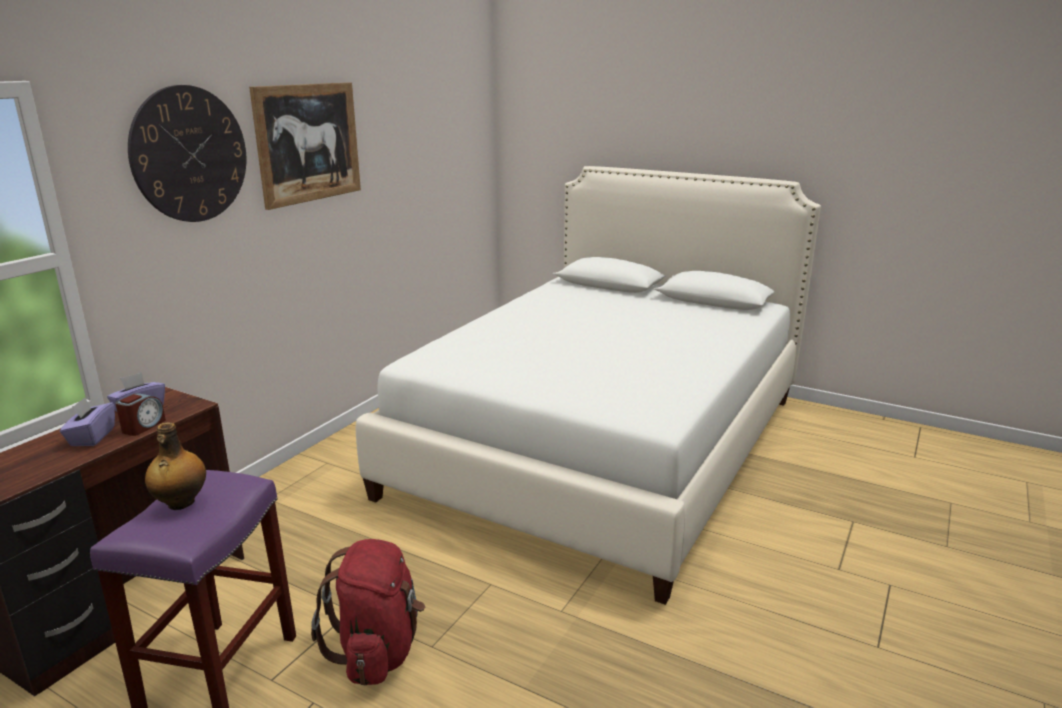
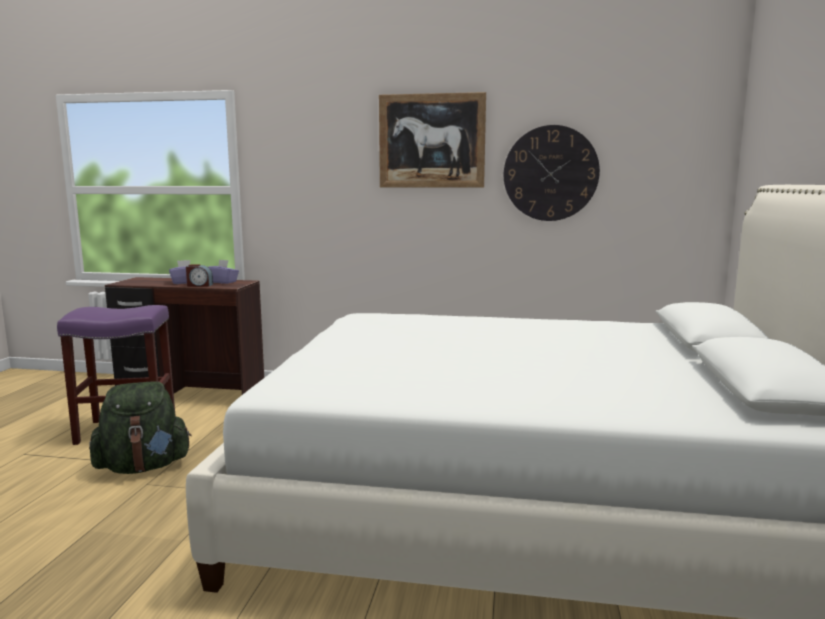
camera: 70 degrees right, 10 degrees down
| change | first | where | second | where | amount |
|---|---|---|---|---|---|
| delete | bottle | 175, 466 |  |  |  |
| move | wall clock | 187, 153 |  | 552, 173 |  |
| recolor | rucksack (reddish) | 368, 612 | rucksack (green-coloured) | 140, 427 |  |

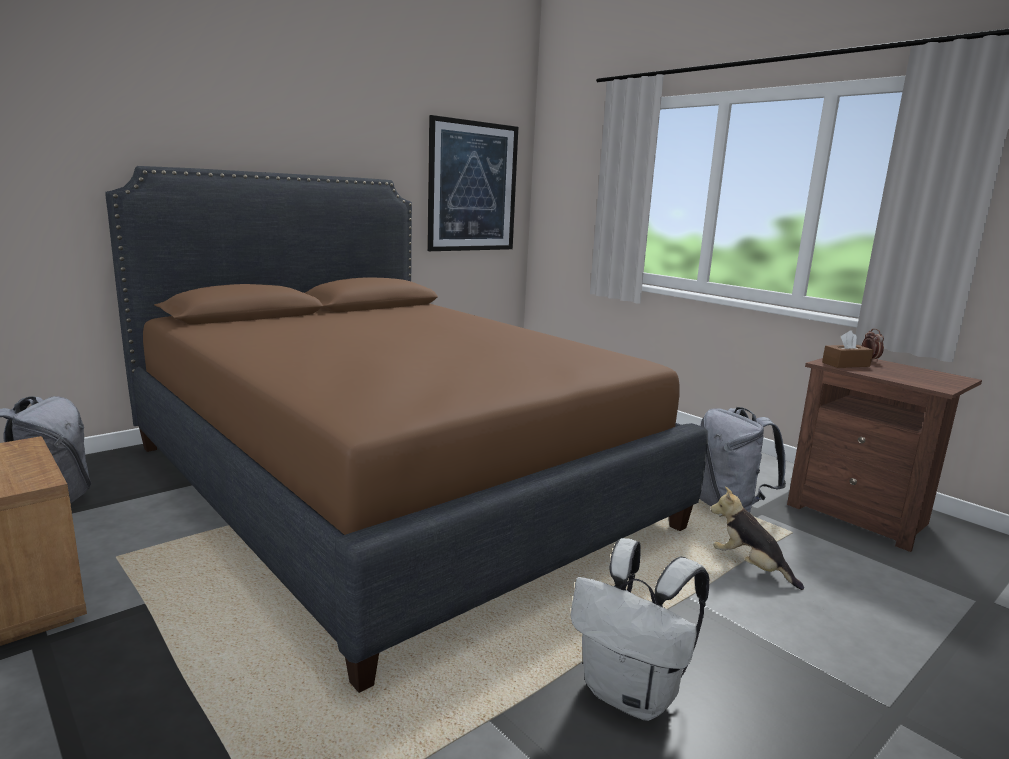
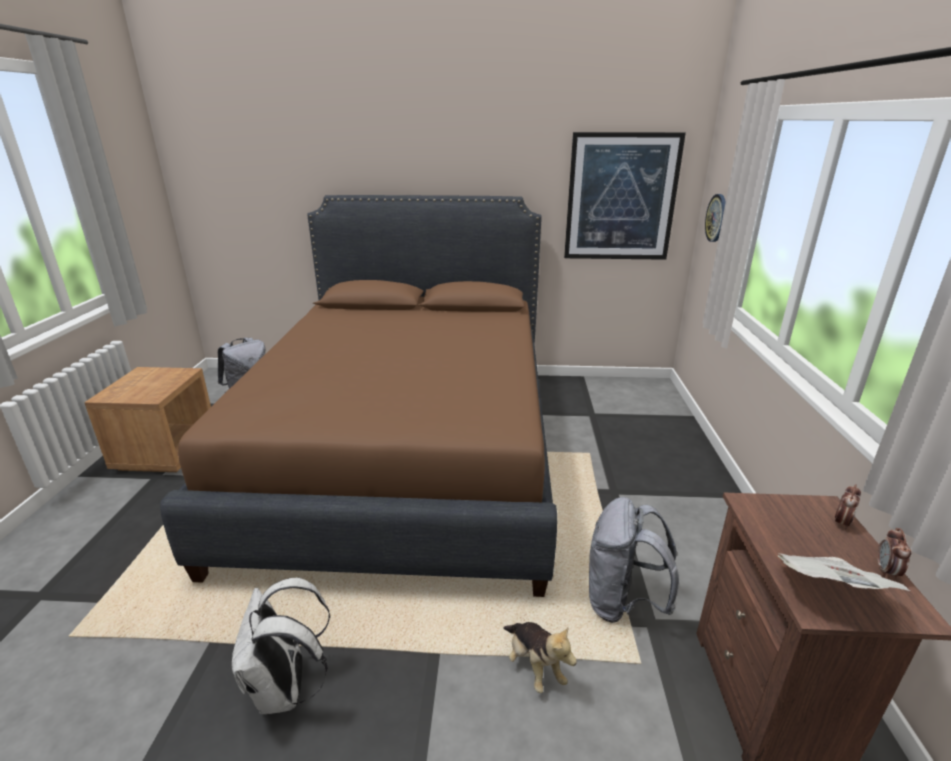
camera: 45 degrees right, 10 degrees up
| change | first | where | second | where | amount |
|---|---|---|---|---|---|
| delete | box of tissues (brown) | 847, 349 |  |  |  |
| insert |  |  | wall clock | 715, 218 |  |
| insert |  |  | newspaper | 844, 572 |  |
| insert |  |  | table clock | 894, 553 |  |
| rotate | soft toy | 757, 538 |  | 540, 657 | 150 degrees clockwise |

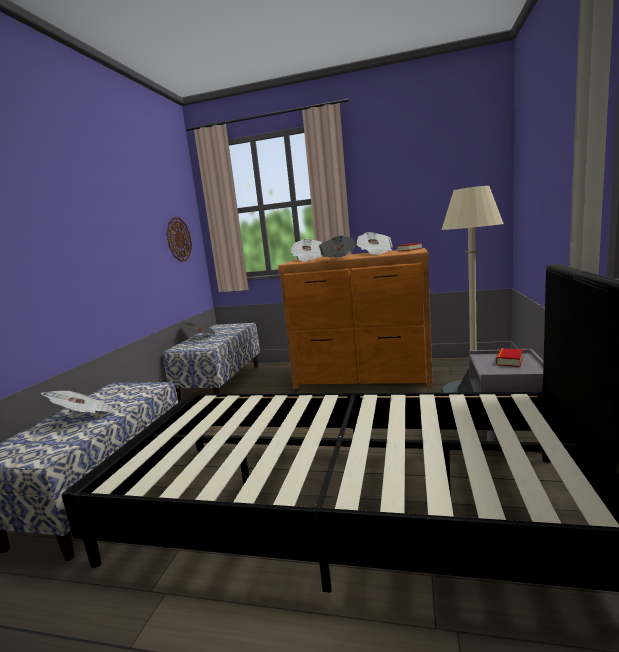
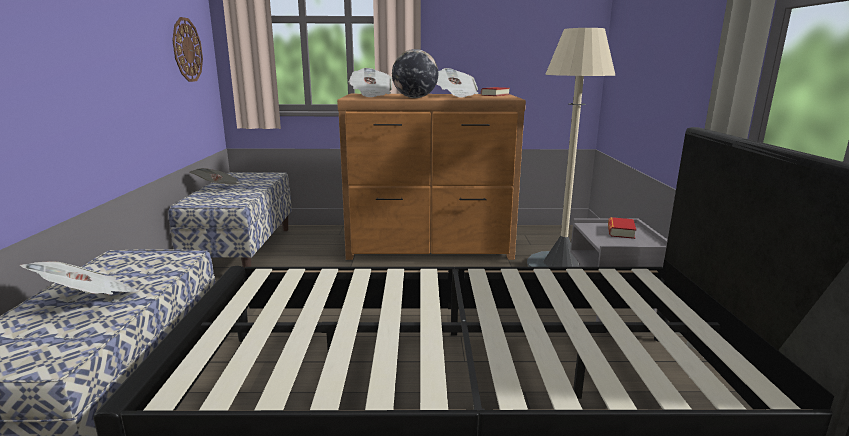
camera: 15 degrees left, 5 degrees up
| change | first | where | second | where | amount |
|---|---|---|---|---|---|
| replace | newspaper | 338, 247 | desk globe | 415, 73 |  |

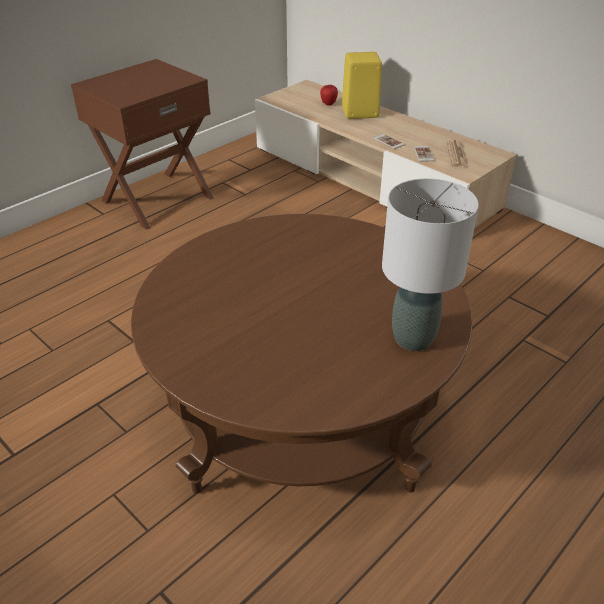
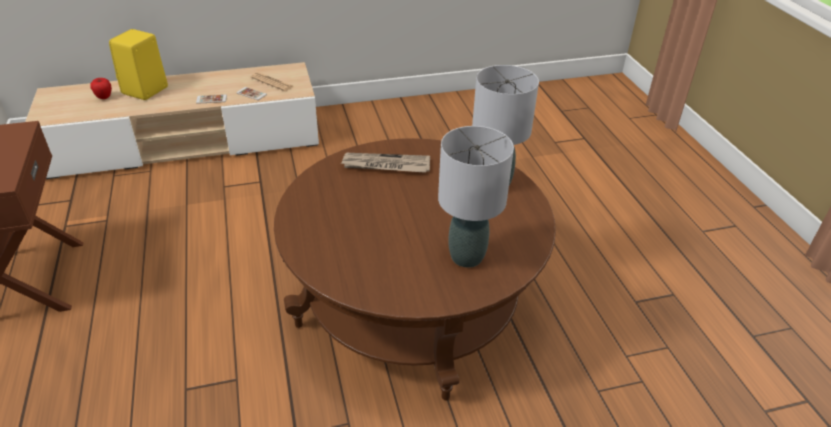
camera: 60 degrees left, 0 degrees up
| change | first | where | second | where | amount |
|---|---|---|---|---|---|
| insert |  |  | newspaper | 385, 163 |  |
| insert |  |  | lamp for a table (grey) | 476, 197 |  |

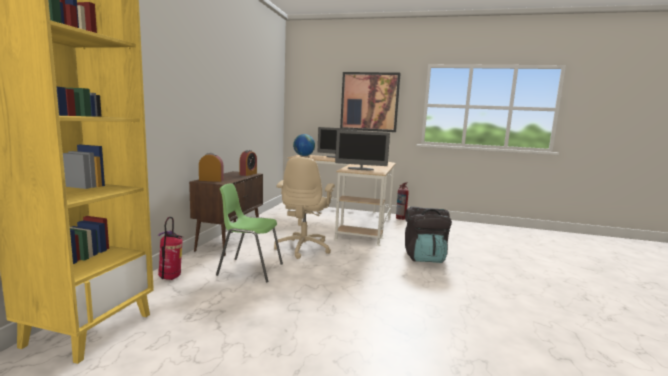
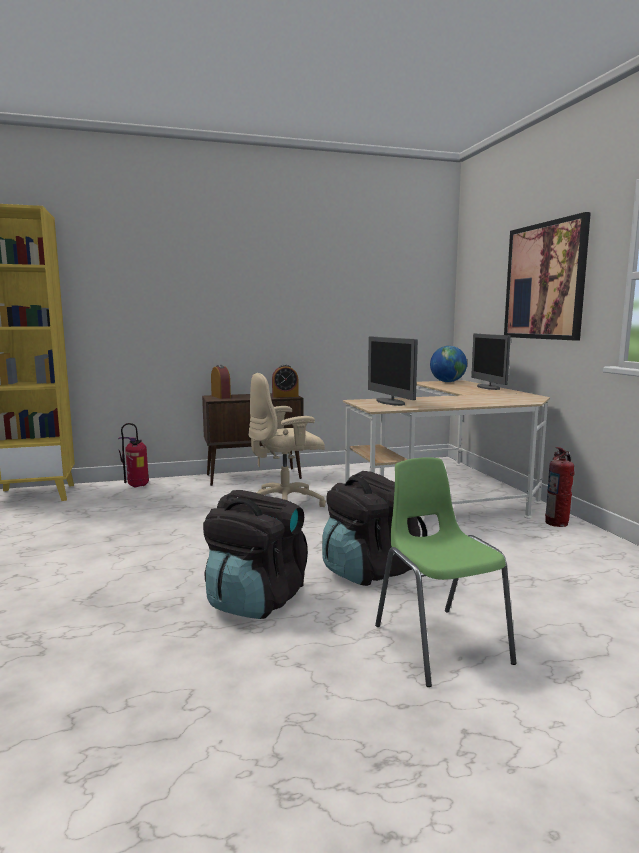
camera: 60 degrees right, 0 degrees up
| change | first | where | second | where | amount |
|---|---|---|---|---|---|
| insert |  |  | rucksack (black-coloured) | 255, 554 |  |
| move | upright chair (green-coloured) | 249, 233 |  | 446, 572 |  |

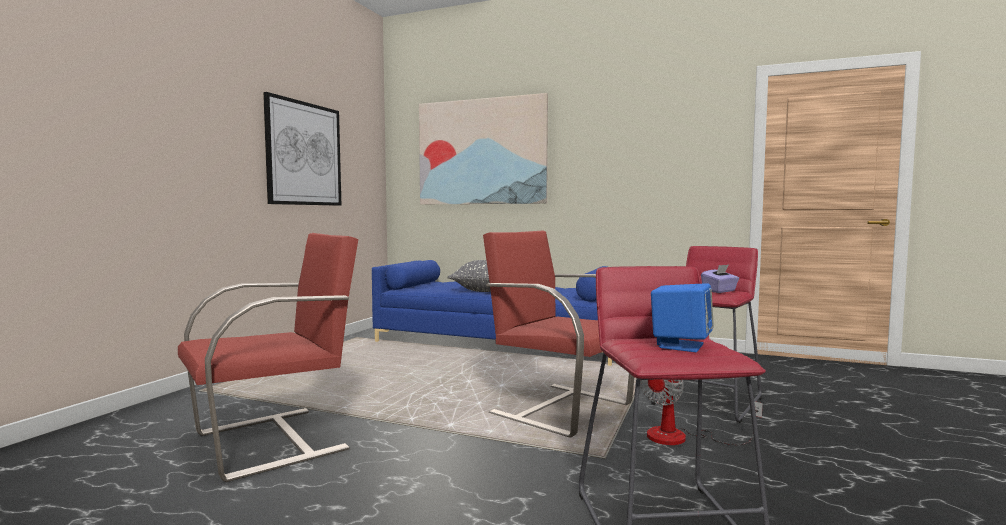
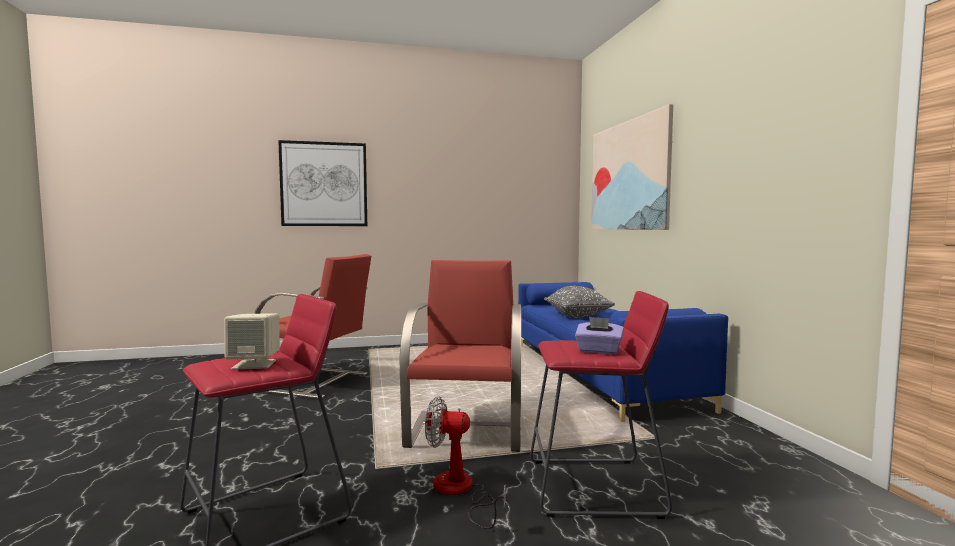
camera: 55 degrees right, 0 degrees up
| change | first | where | second | where | amount |
|---|---|---|---|---|---|
| move | wall art | 302, 149 |  | 322, 183 |  |
| recolor | speaker (bluish) | 682, 318 | speaker (sand-coloured) | 252, 341 |  |

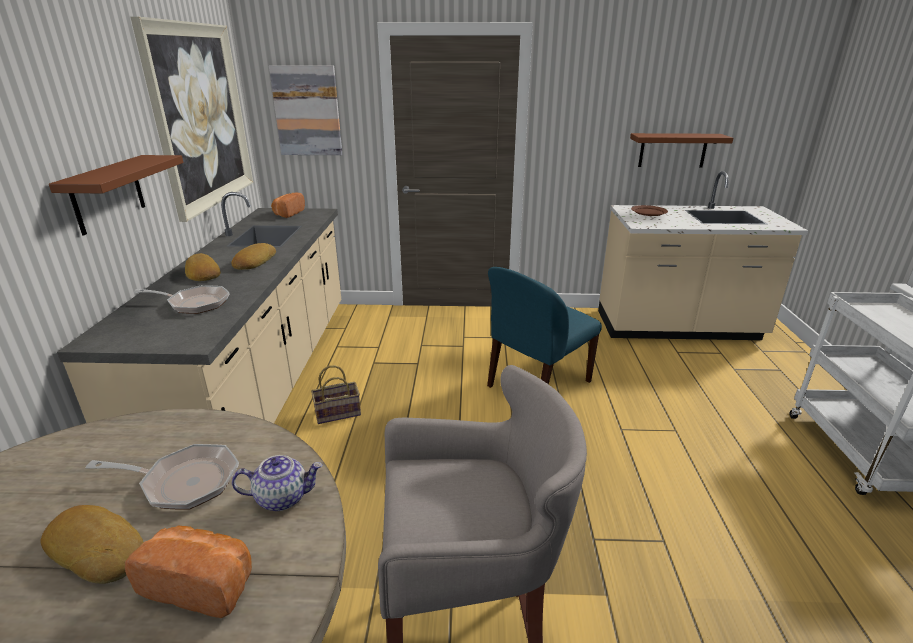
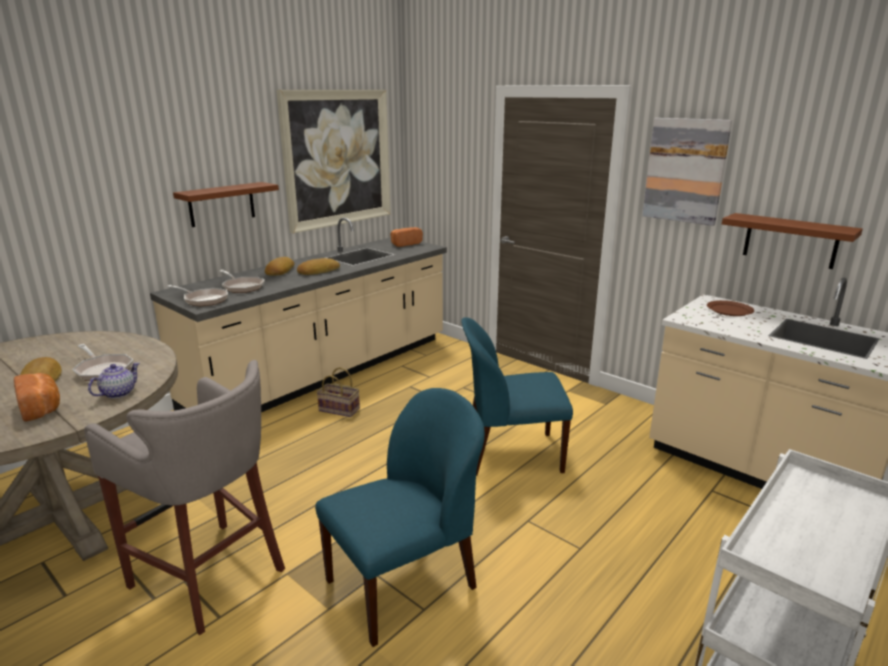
camera: 40 degrees right, 5 degrees down
| change | first | where | second | where | amount |
|---|---|---|---|---|---|
| insert |  |  | frying pan | 197, 295 |  |
| insert |  |  | upright chair (bluish) | 400, 517 |  |
| move | wall art | 305, 110 |  | 687, 172 |  |
| rotate | tea pot | 277, 483 |  | 114, 380 | 90 degrees counterclockwise |

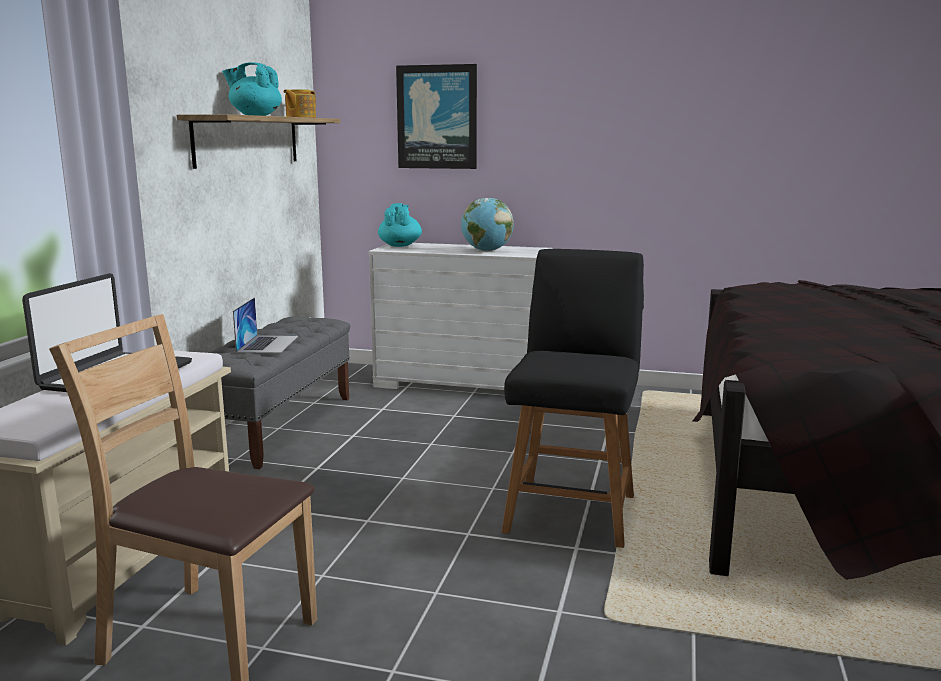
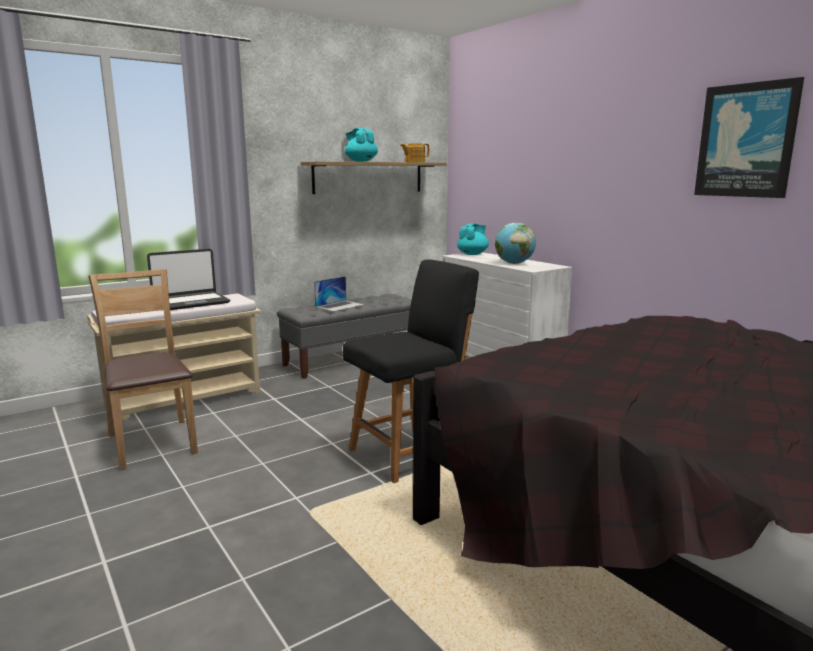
camera: 40 degrees right, 0 degrees up
| change | first | where | second | where | amount |
|---|---|---|---|---|---|
| move | wall art | 436, 116 |  | 749, 137 |  |

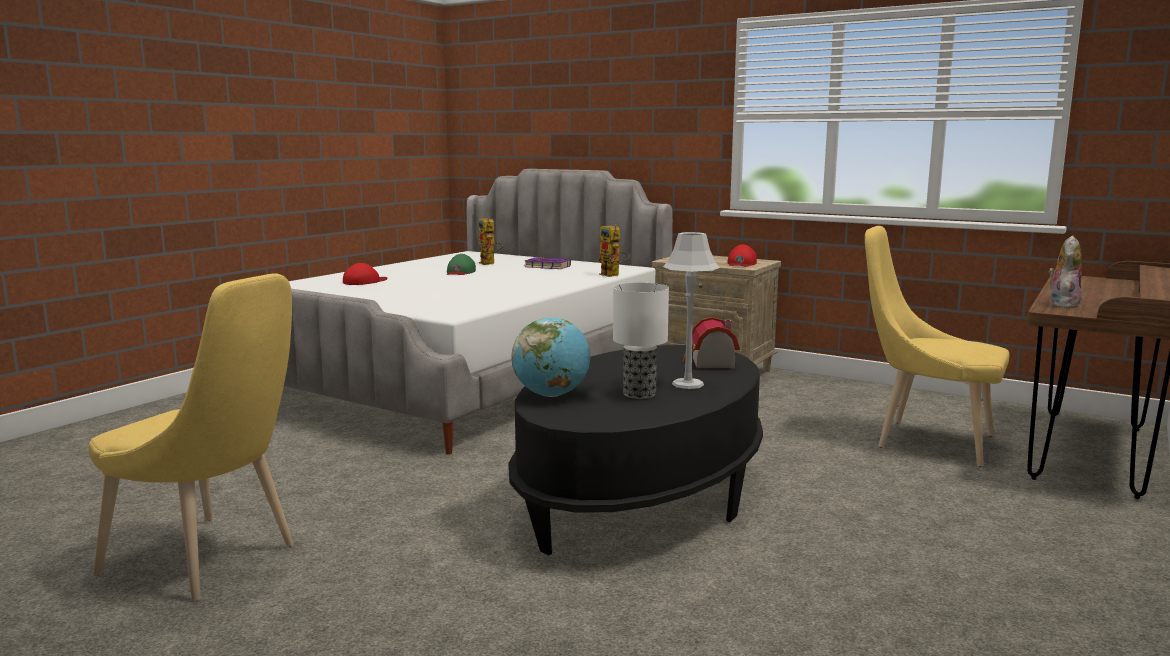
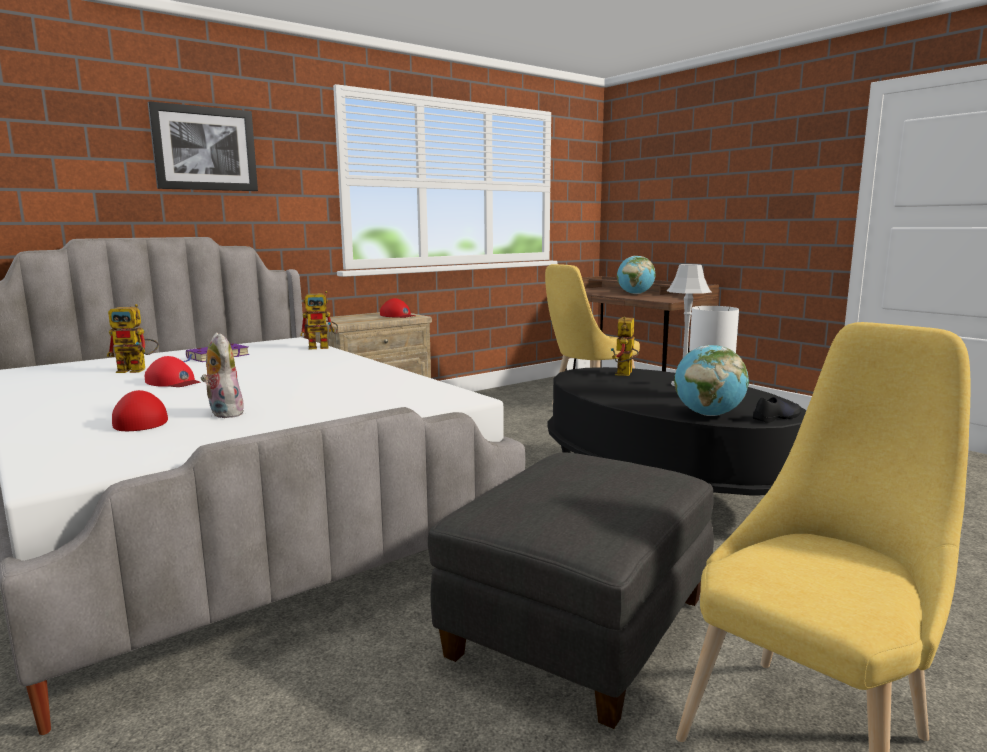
camera: 70 degrees left, 0 degrees up
| change | first | where | second | where | amount |
|---|---|---|---|---|---|
| insert |  |  | wall art | 203, 146 |  |
| insert |  |  | pouffe (grey) | 571, 590 |  |
| insert |  |  | desk globe | 636, 275 |  |
| insert |  |  | low shoe (black-coloured) | 777, 410 |  |
| move | soft toy | 1065, 272 |  | 222, 375 |  |
| replace | toy house | 711, 342 | toy robot | 625, 346 |  |
| recolor | baseball cap (green-coloured) | 461, 264 | baseball cap (reddish) | 173, 371 |  |

